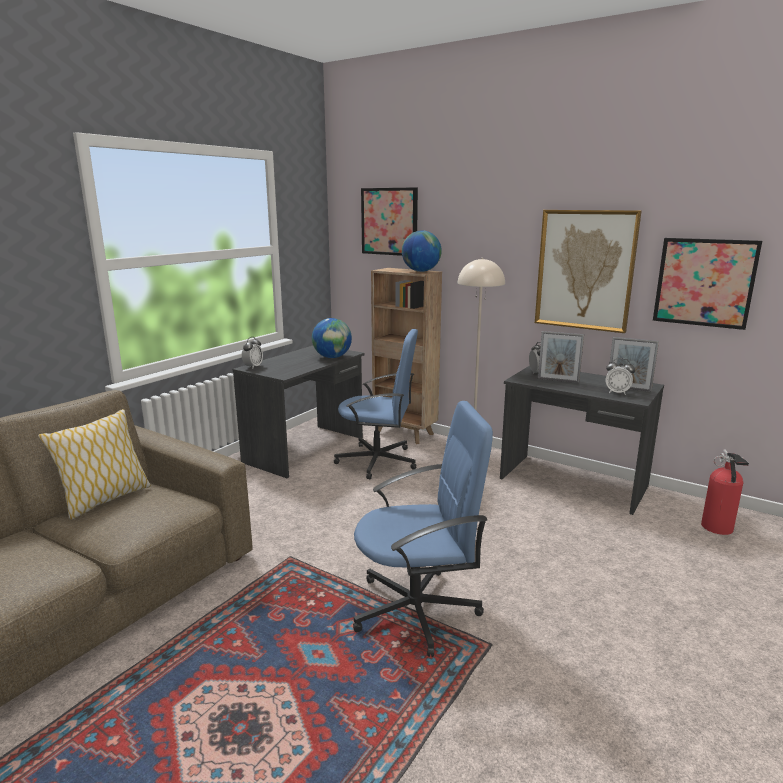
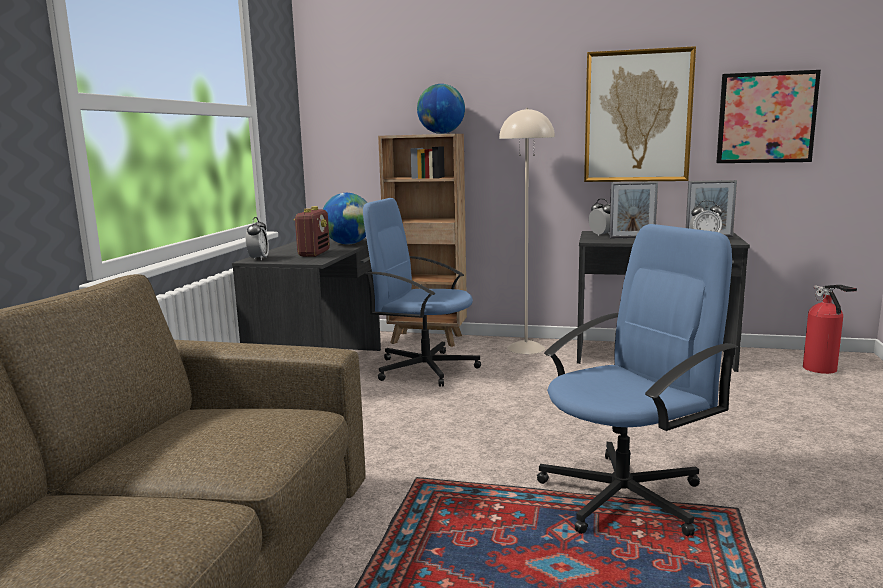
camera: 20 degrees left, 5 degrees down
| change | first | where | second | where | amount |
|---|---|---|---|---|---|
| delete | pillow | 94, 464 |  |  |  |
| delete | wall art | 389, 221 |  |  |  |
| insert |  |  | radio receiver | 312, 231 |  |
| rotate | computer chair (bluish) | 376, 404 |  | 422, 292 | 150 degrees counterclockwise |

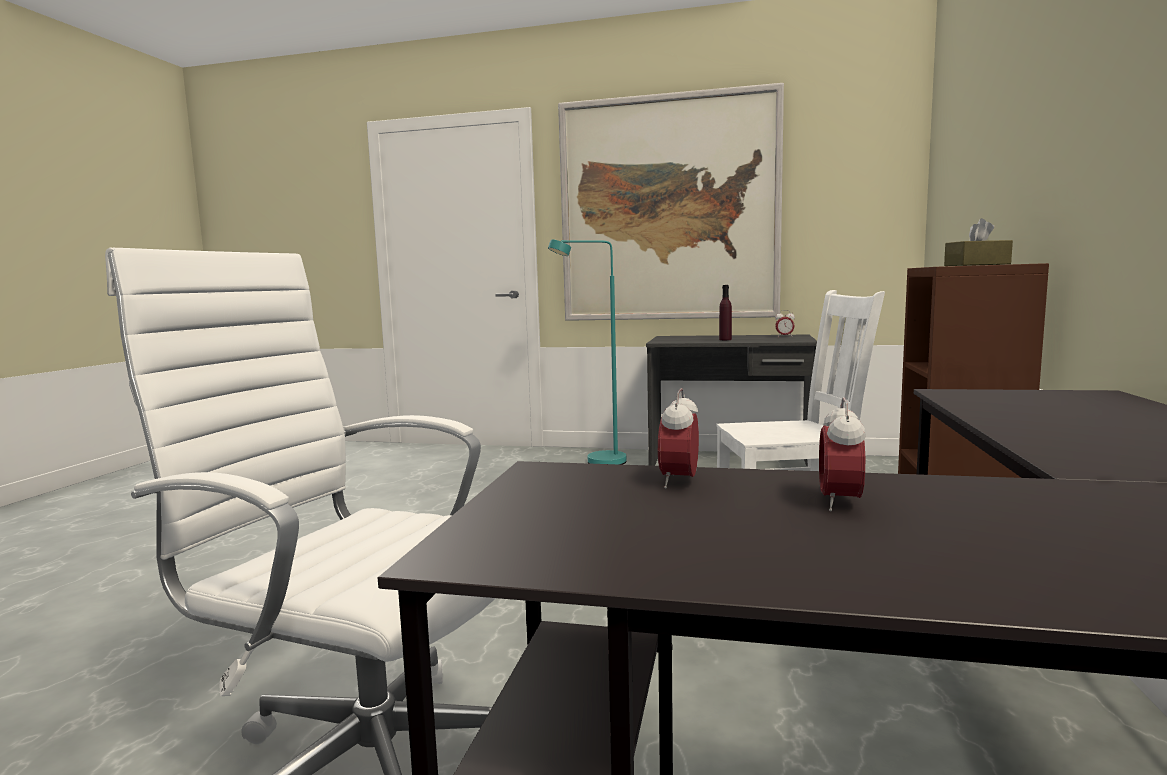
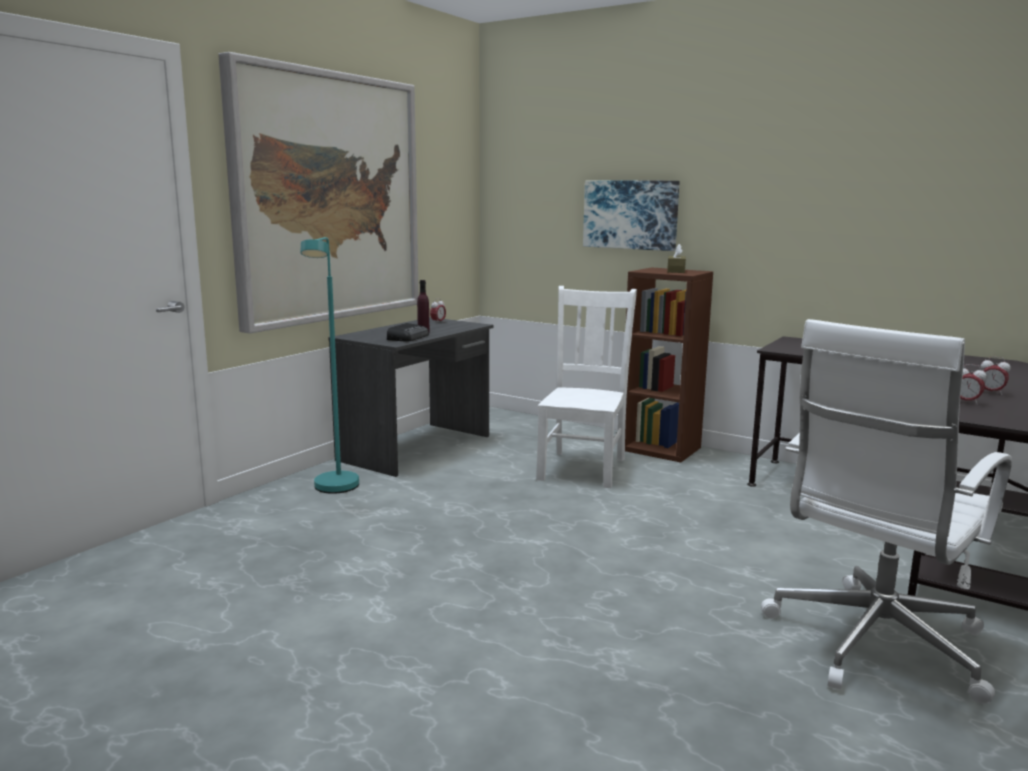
camera: 70 degrees left, 5 degrees up
| change | first | where | second | where | amount |
|---|---|---|---|---|---|
| insert |  |  | radio receiver | 408, 332 |  |
| insert |  |  | wall art | 631, 216 |  |

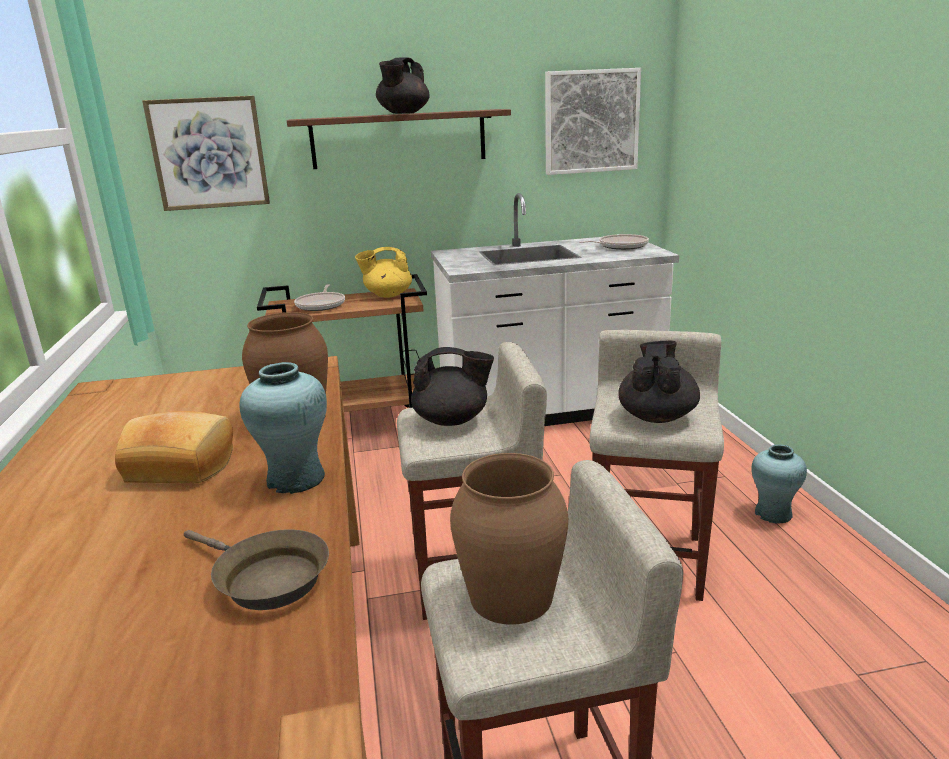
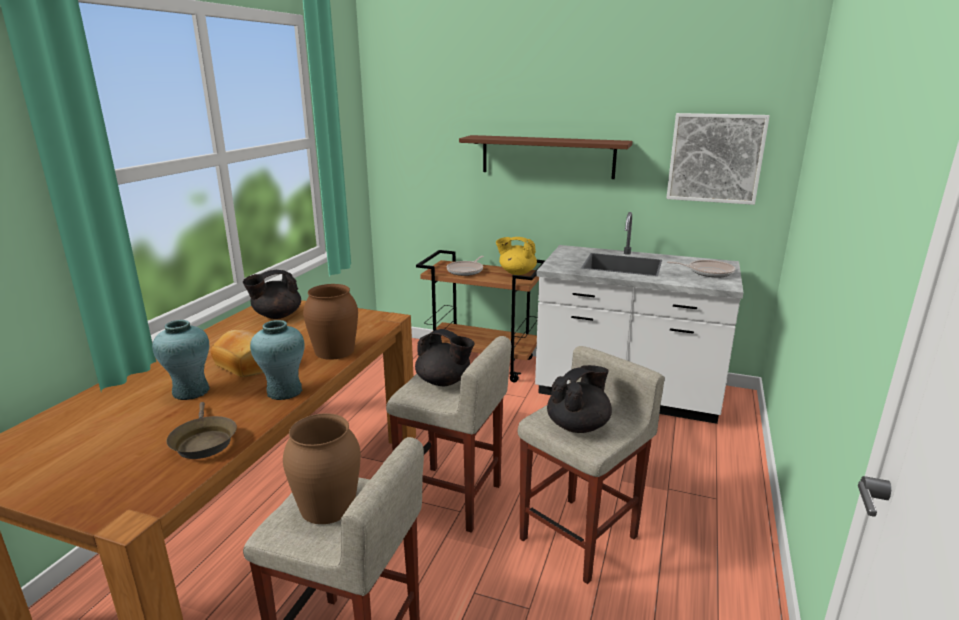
camera: 30 degrees right, 0 degrees up
| change | first | where | second | where | amount |
|---|---|---|---|---|---|
| delete | wall art | 206, 153 |  |  |  |
| move | tea pot (black-coloured) | 403, 85 |  | 272, 294 |  |
| move | vase (blue-green) | 779, 483 |  | 181, 360 |  |

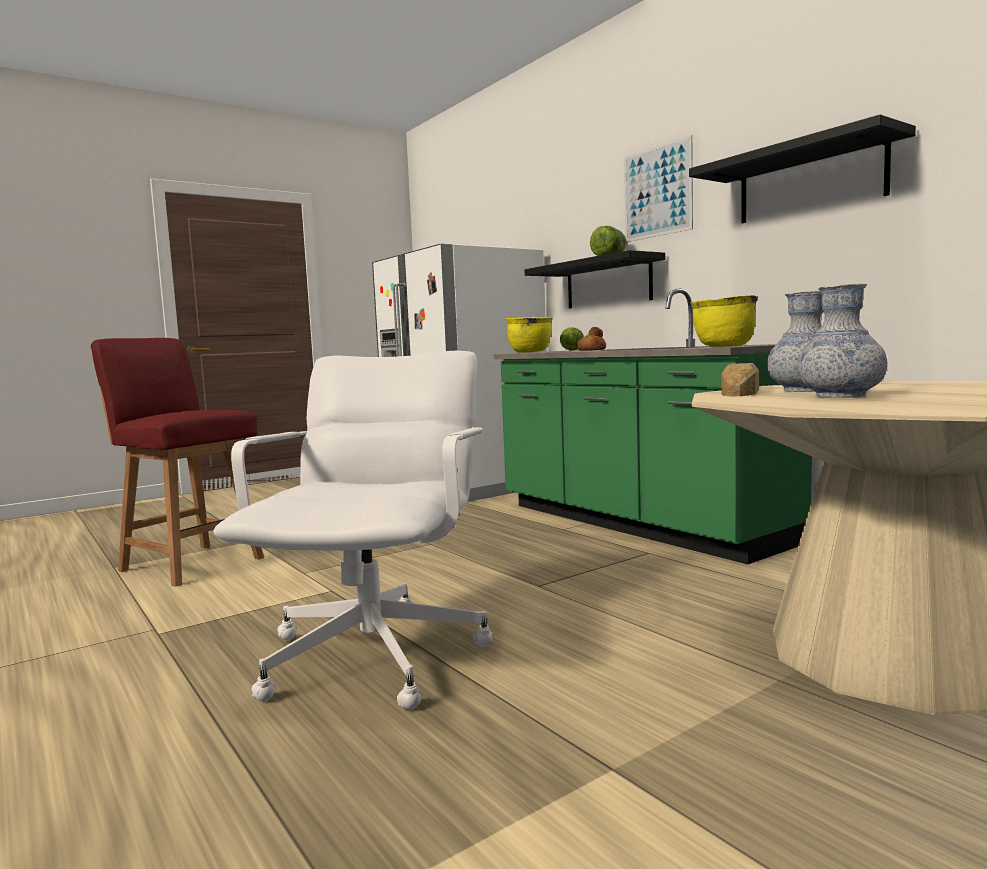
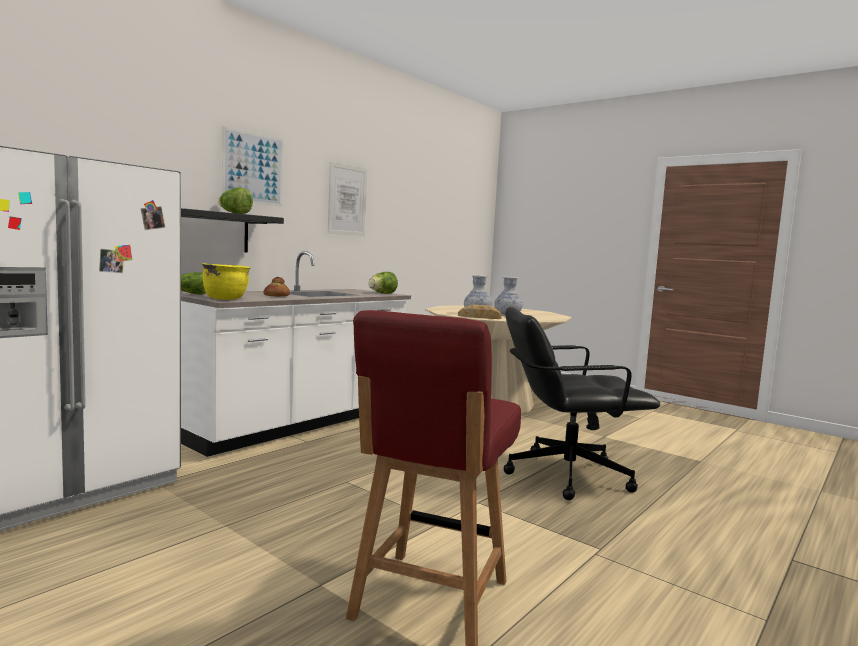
camera: 105 degrees left, 0 degrees up
| change | first | where | second | where | amount |
|---|---|---|---|---|---|
| replace | shelf (black-coloured) | 802, 168 | wall art | 347, 199 |  |
| replace | saucepot (yellowish) | 724, 321 | lettuce | 383, 283 |  |
| recolor | computer chair (white) | 353, 530 | computer chair (black-coloured) | 582, 403 |  |
| recolor | counter (green-coloured) | 653, 426 | counter (white) | 296, 354 |  |

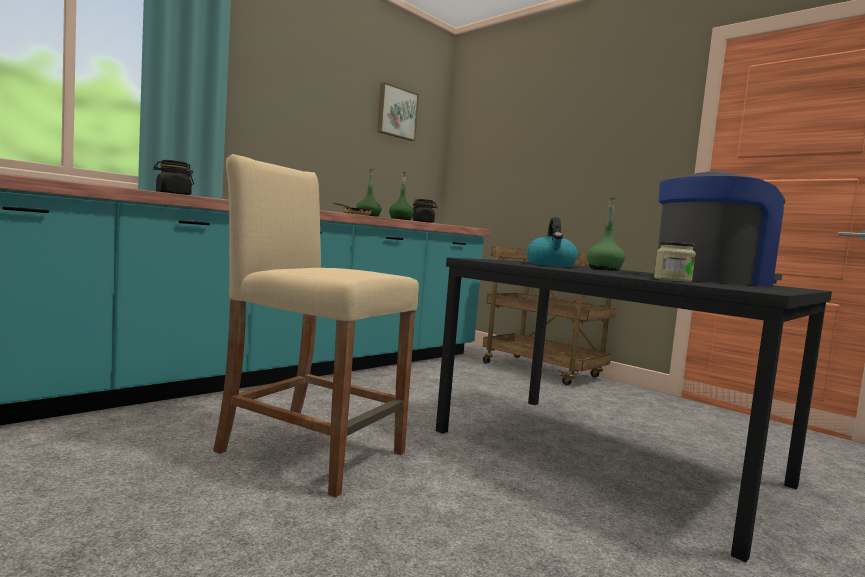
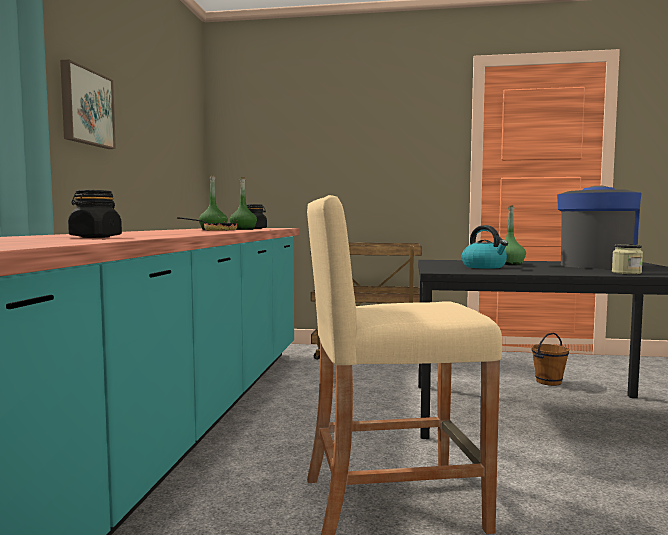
camera: 35 degrees left, 0 degrees up
| change | first | where | second | where | amount |
|---|---|---|---|---|---|
| insert |  |  | water bucket (brown) | 550, 359 |  |
| move | wall art | 398, 111 |  | 88, 104 |  |

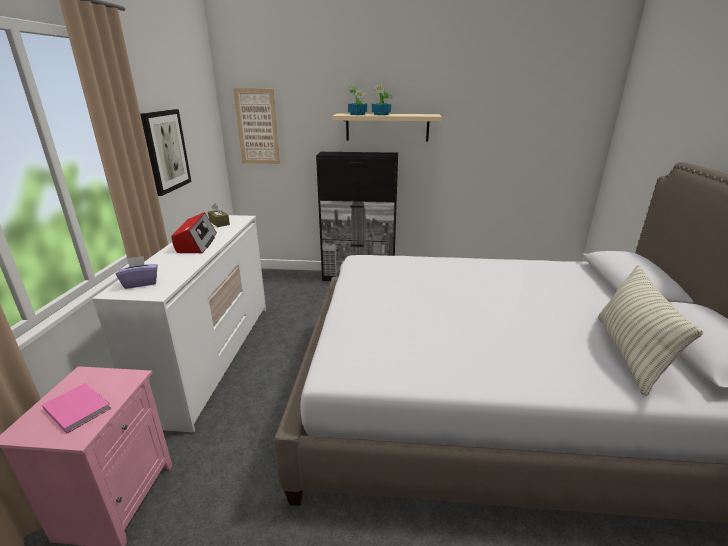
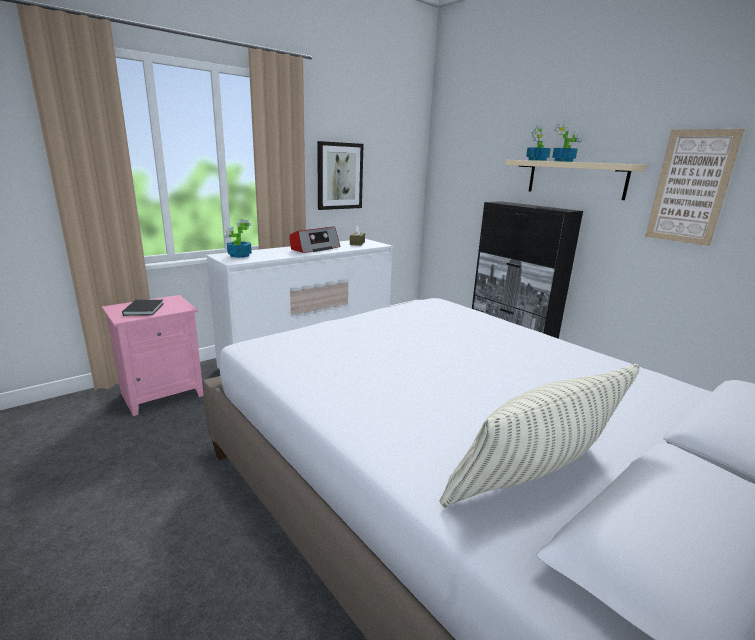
camera: 45 degrees right, 5 degrees down
| change | first | where | second | where | amount |
|---|---|---|---|---|---|
| move | wall art | 256, 126 |  | 695, 187 |  |
| replace | box of tissues (purplish) | 137, 272 | potted plant | 238, 238 |  |
| recolor | volume (pinkish) | 76, 408 | volume (black-coloured) | 143, 308 |  |

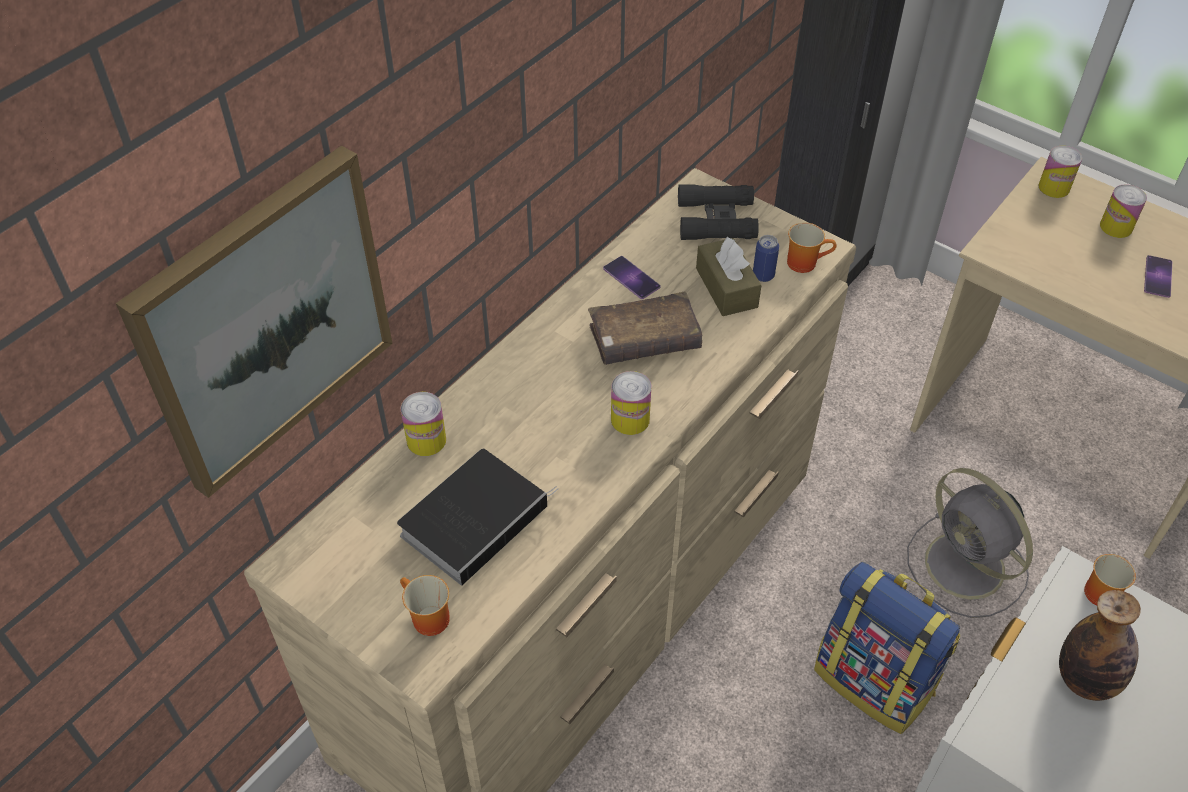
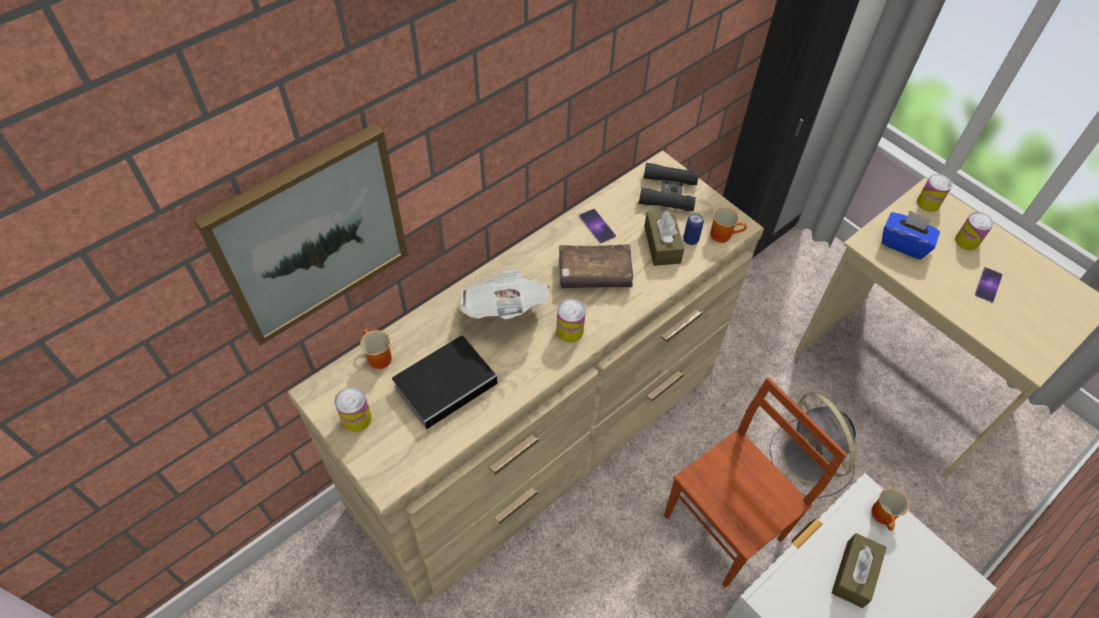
camera: 10 degrees right, 5 degrees up
| change | first | where | second | where | amount |
|---|---|---|---|---|---|
| insert |  |  | newspaper | 505, 294 |  |
| insert |  |  | box of tissues (bluish) | 911, 234 |  |
| move | mug | 425, 605 |  | 376, 349 |  |
| move | sealed can | 423, 424 |  | 353, 409 |  |
| replace | rucksack | 887, 648 | upright chair (brown) | 755, 482 |  |
| replace | bottle | 1100, 645 | box of tissues (brown) | 859, 570 |  |

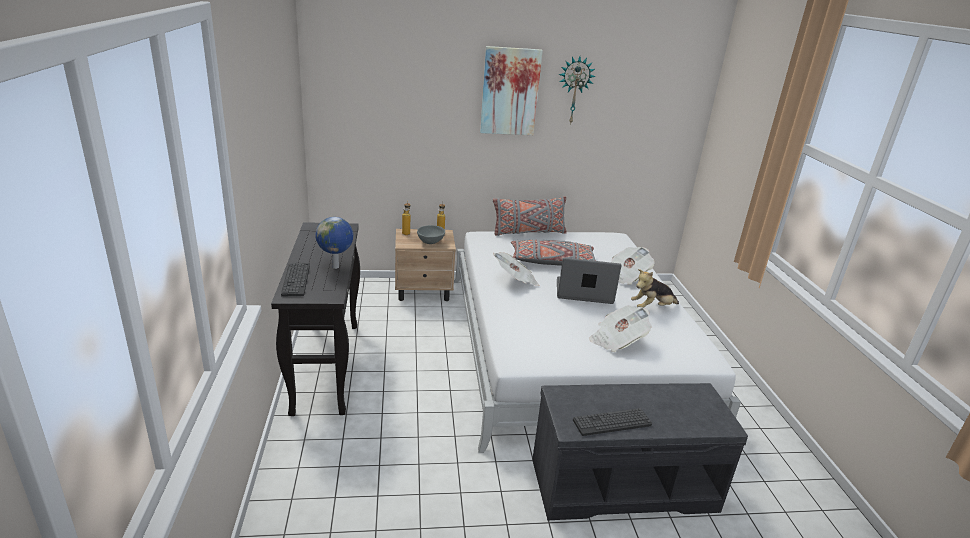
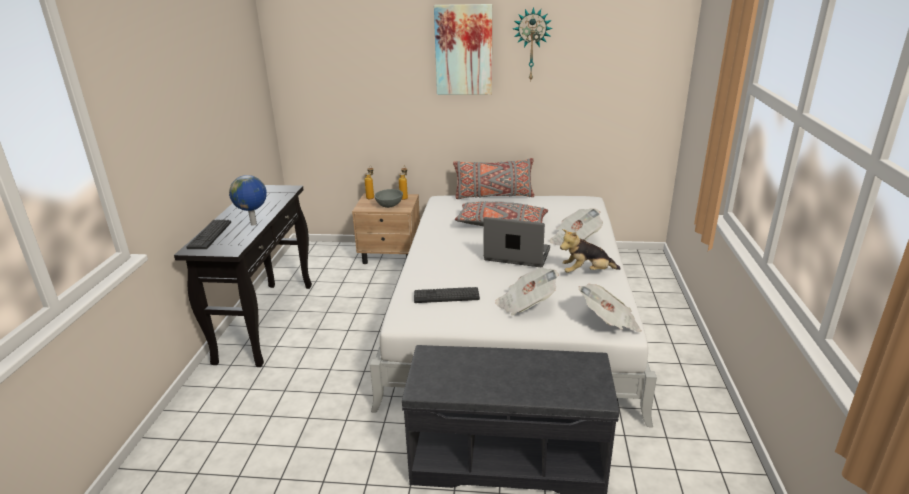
camera: 15 degrees right, 0 degrees up
| change | first | where | second | where | amount |
|---|---|---|---|---|---|
| move | newspaper | 516, 269 |  | 610, 308 |  |
| move | computer keyboard | 612, 422 |  | 447, 295 |  |

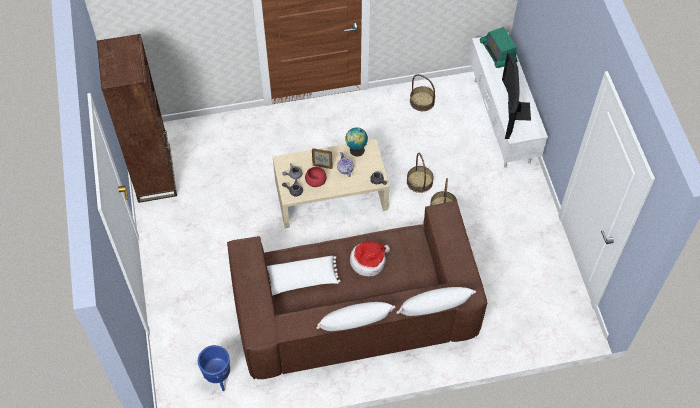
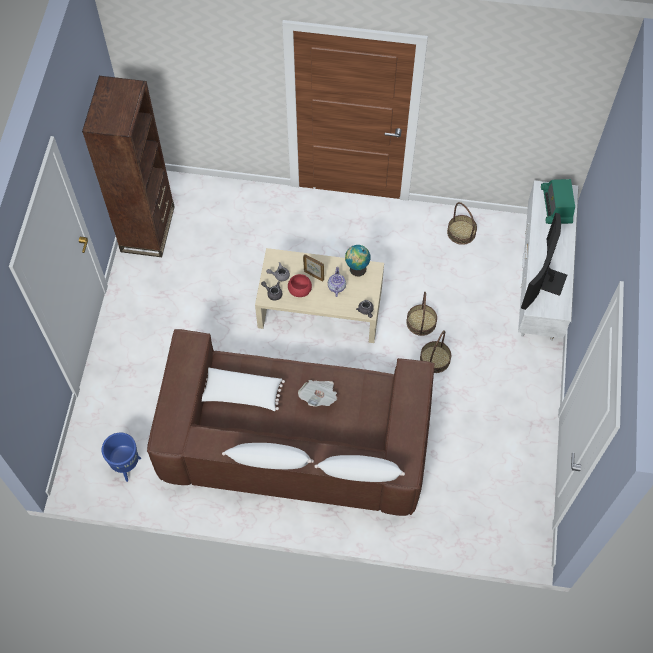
camera: 20 degrees right, 5 degrees up
| change | first | where | second | where | amount |
|---|---|---|---|---|---|
| replace | wearable hat | 370, 259 | newspaper | 318, 393 |  |

